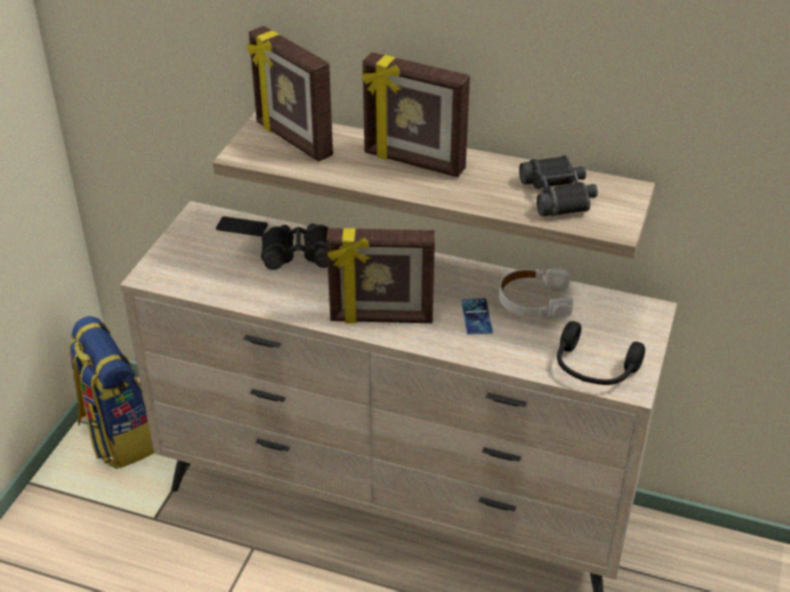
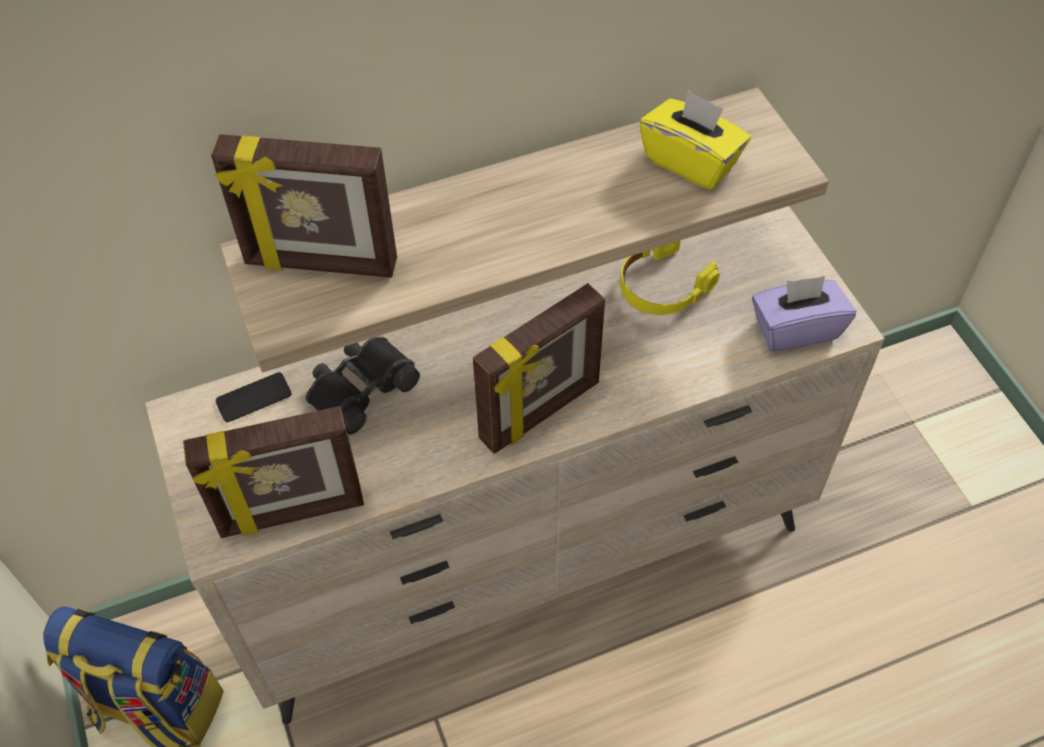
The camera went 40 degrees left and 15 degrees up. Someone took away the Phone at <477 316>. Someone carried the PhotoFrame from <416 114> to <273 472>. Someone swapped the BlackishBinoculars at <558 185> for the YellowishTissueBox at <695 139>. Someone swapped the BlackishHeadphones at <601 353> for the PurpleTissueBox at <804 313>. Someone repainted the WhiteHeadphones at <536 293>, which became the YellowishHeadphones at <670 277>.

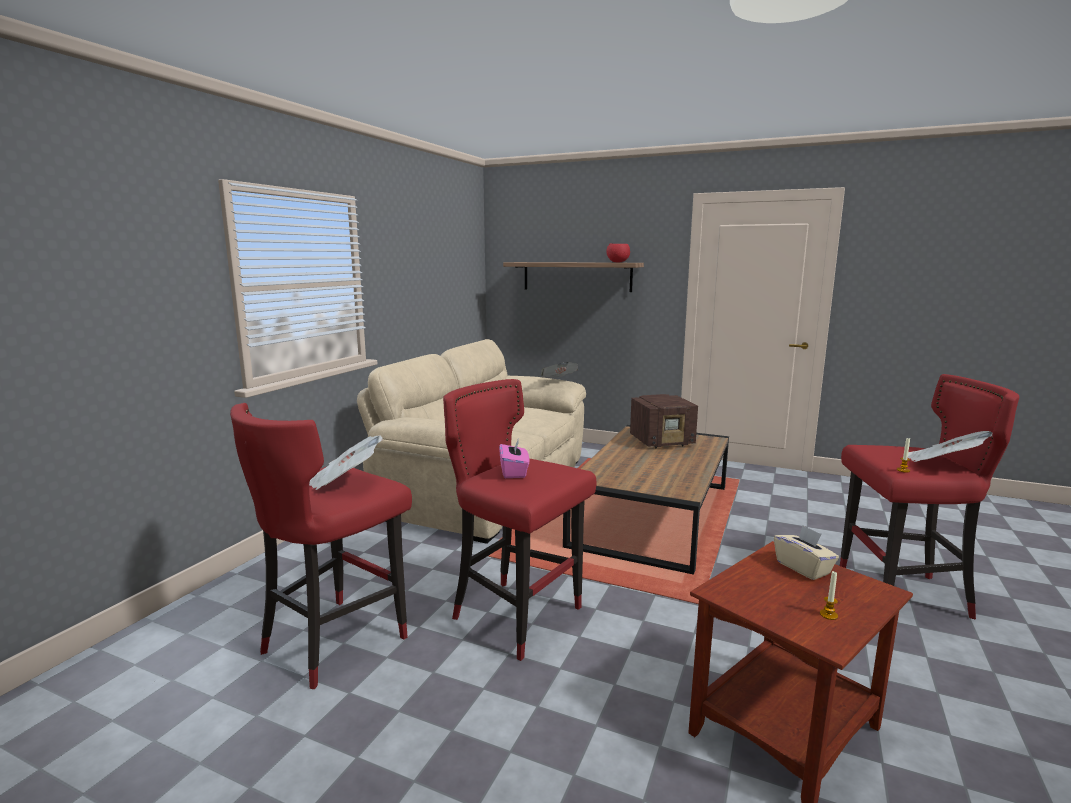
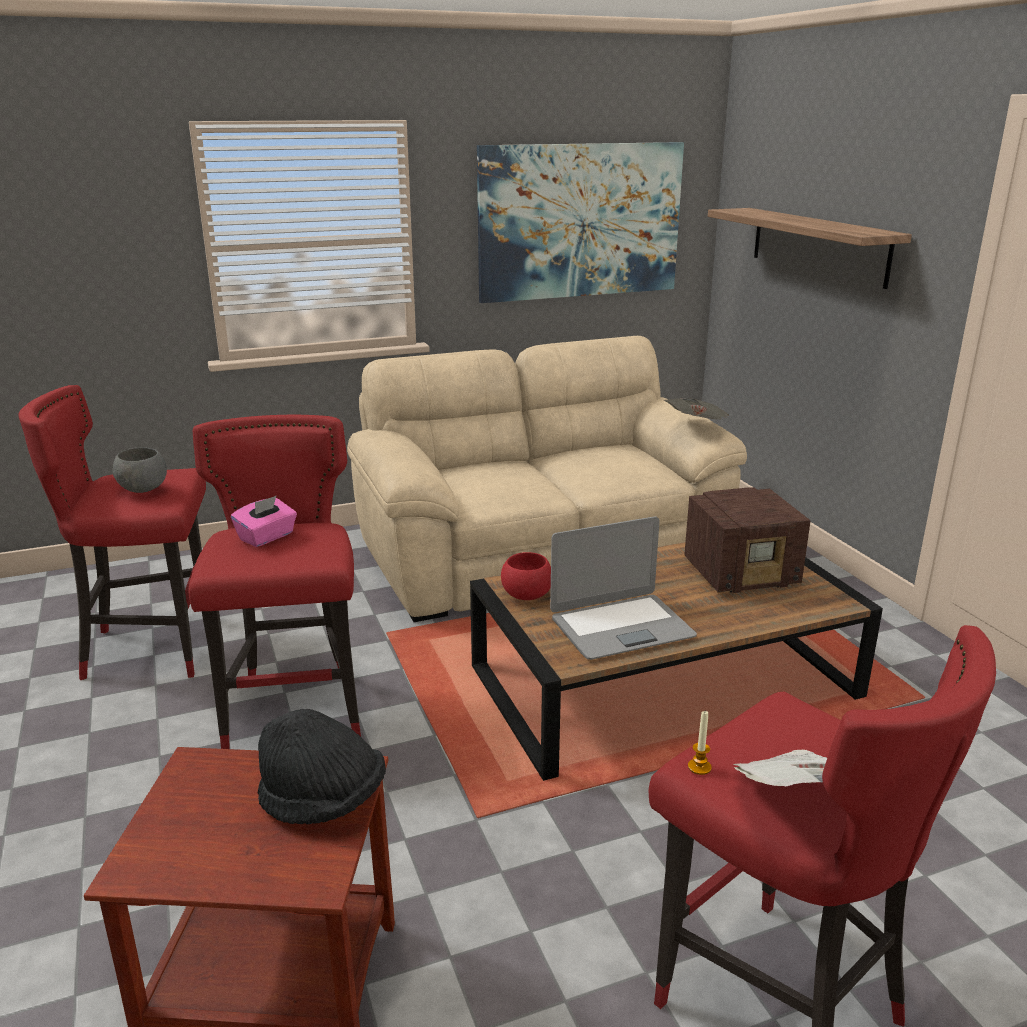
The camera went 45 degrees right and 10 degrees up. Someone took away the WaxLight at <829 595>. Someone put up the WallArt at <580 222>. Someone put down the Laptop at <623 588>. Someone carried the RedColouredDeepDish from <618 253> to <526 576>. Someone swapped the PrintedPaper at <346 462> for the GrayDeepDish at <139 470>. Someone swapped the BeigeColouredTissueBox at <806 552> for the BlackishHat at <322 766>. Someone rotated the Radio at <664 421> by 45 degrees counterclockwise.

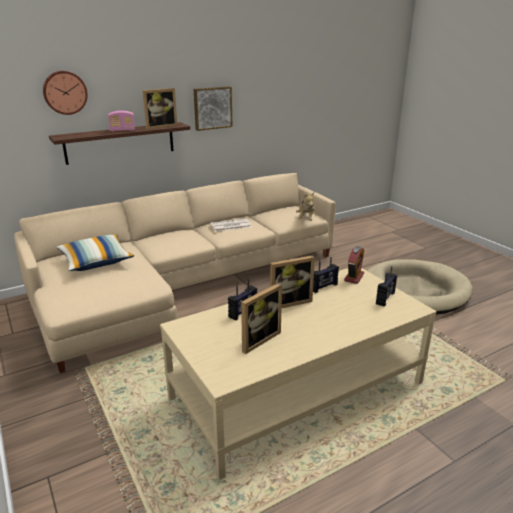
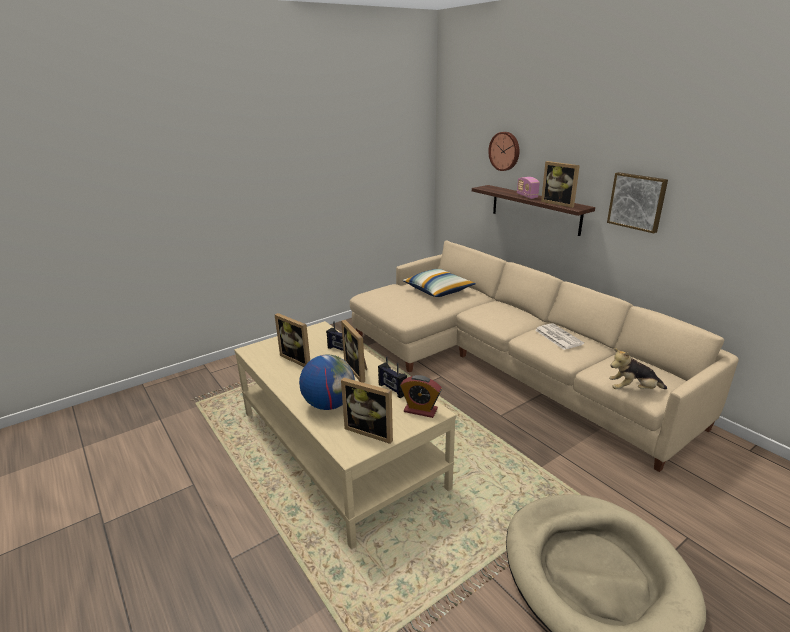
The camera went 85 degrees right and 0 degrees up. Someone put down the WorldGlobe at <327 382>. Someone swapped the Radio at <386 286> for the PhotoFrame at <367 411>.

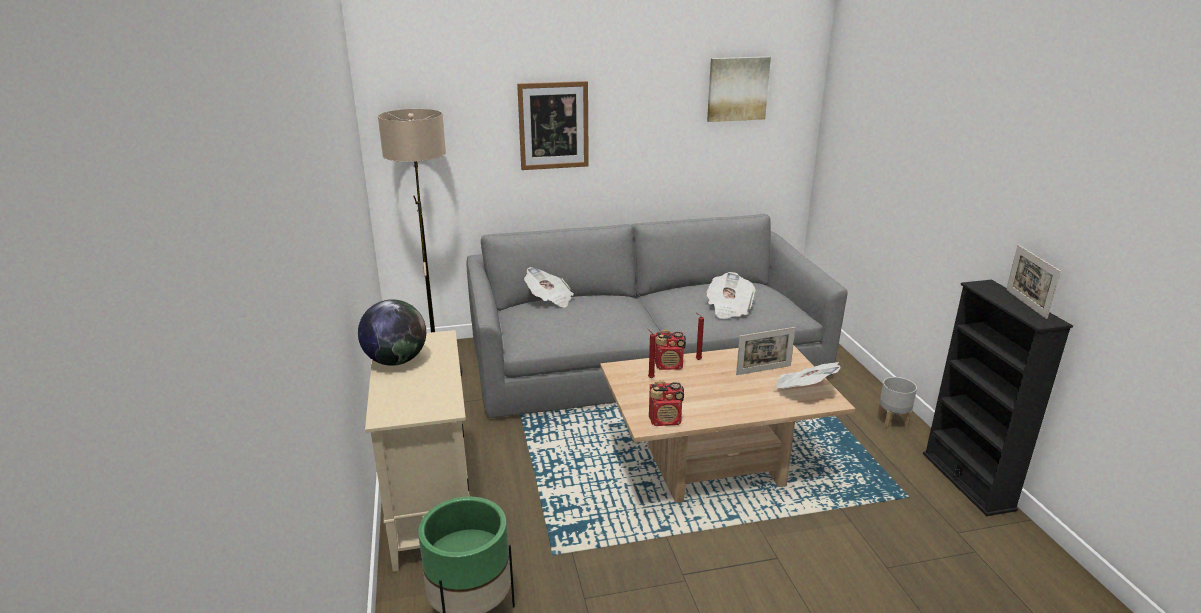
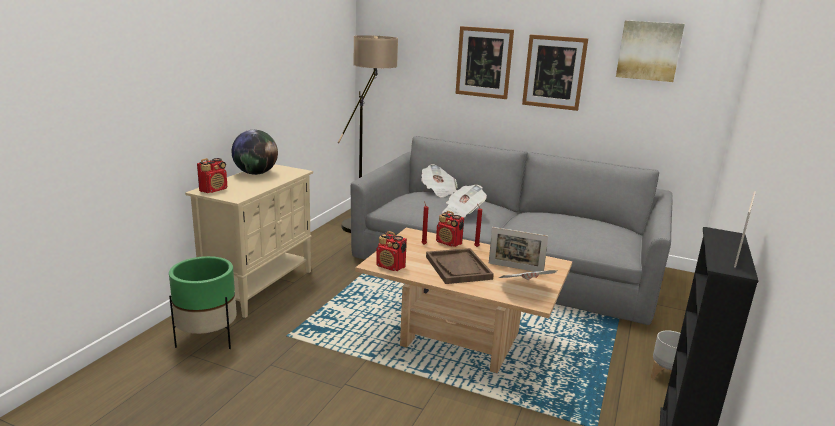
The camera went 35 degrees right and 5 degrees down. Someone put down the Radio at <212 175>. Someone put down the BrownColouredCarryingTray at <460 266>. Someone put up the WallArt at <555 72>. Someone carried the PrintedPaper from <731 295> to <464 201>.

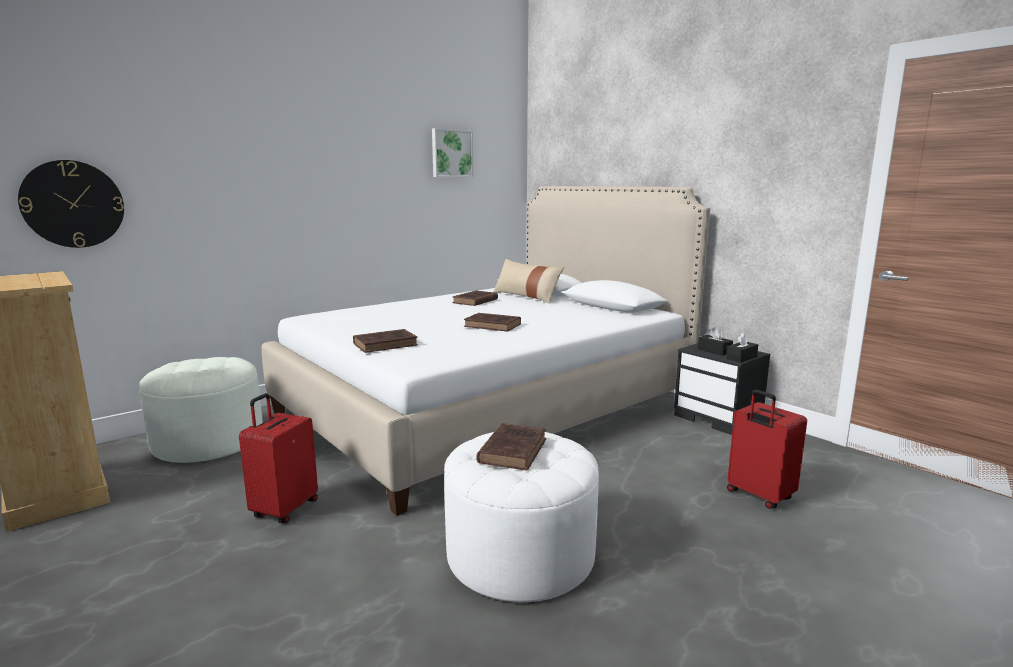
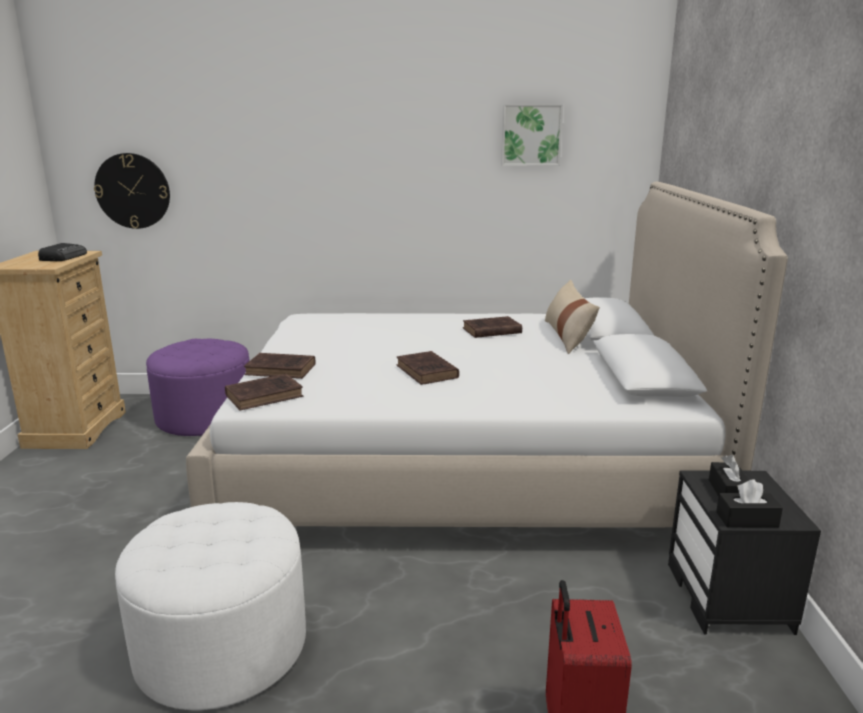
The camera went 40 degrees right and 5 degrees up. Someone took away the RedColouredTravelCase at <278 458>. Someone put down the Radio at <62 252>. Someone carried the BrownColouredVolume from <511 446> to <264 392>. Someone repainted the WhitePouffe at <201 410>, which became the PurplePouffe at <198 387>.

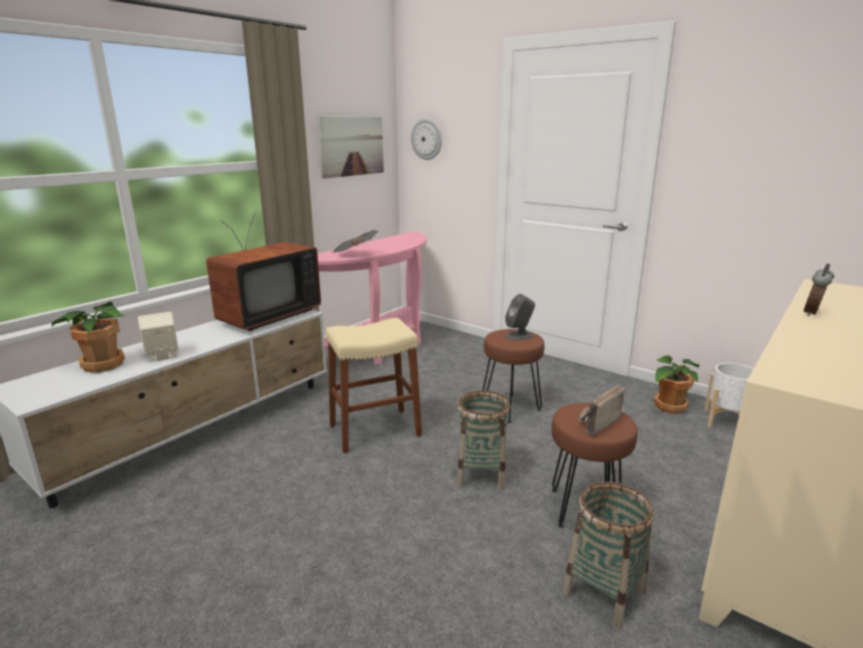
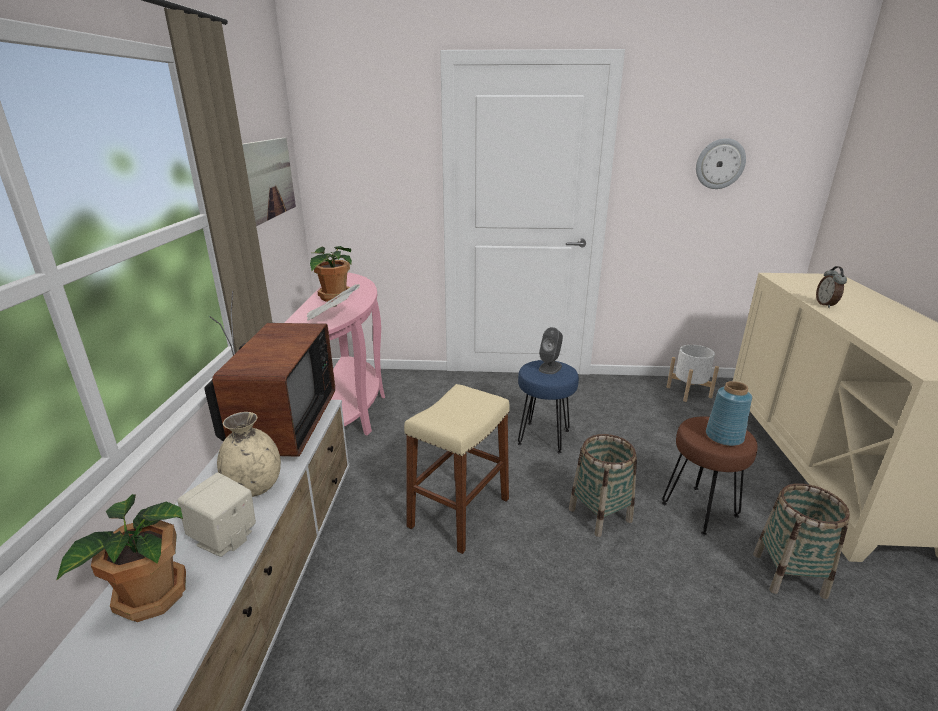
The camera went 35 degrees left and 5 degrees up. Someone put down the BeigeColouredDecorativeVase at <249 454>. Someone carried the HangingClock from <426 139> to <721 163>. Someone carried the PlantInAPot from <676 384> to <331 274>. Someone swapped the Radio at <602 410> for the BluishDecorativeVase at <729 413>. Someone repainted the BrownColouredSittingStool at <513 376>, which became the BluishSittingStool at <548 406>.

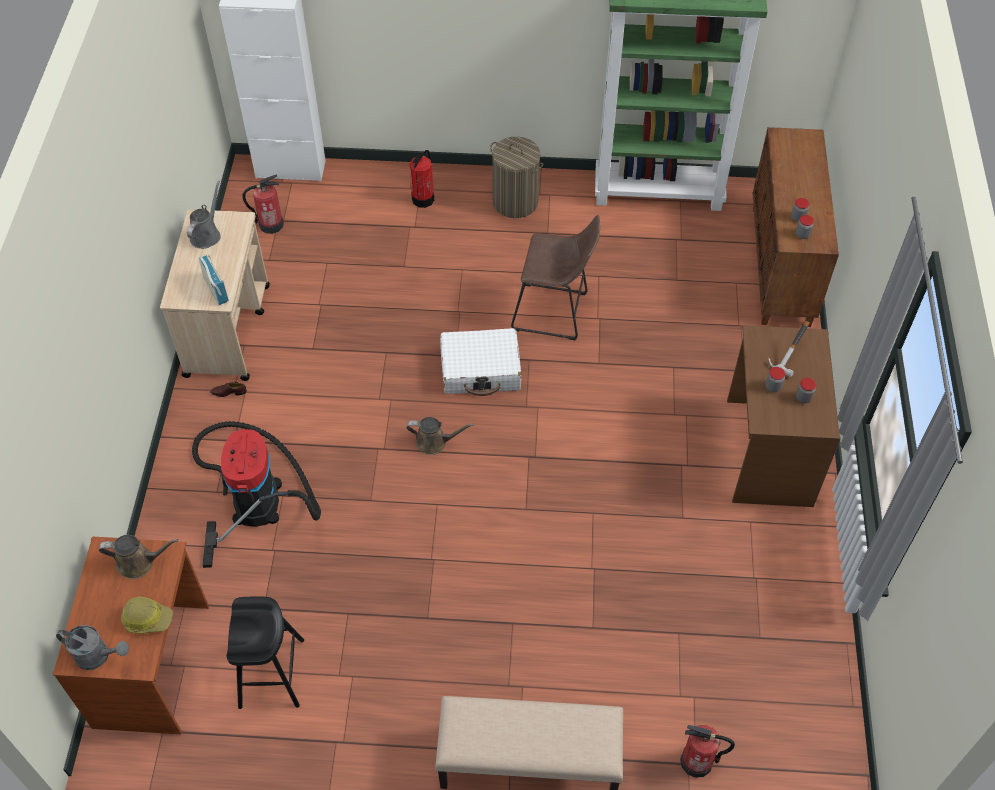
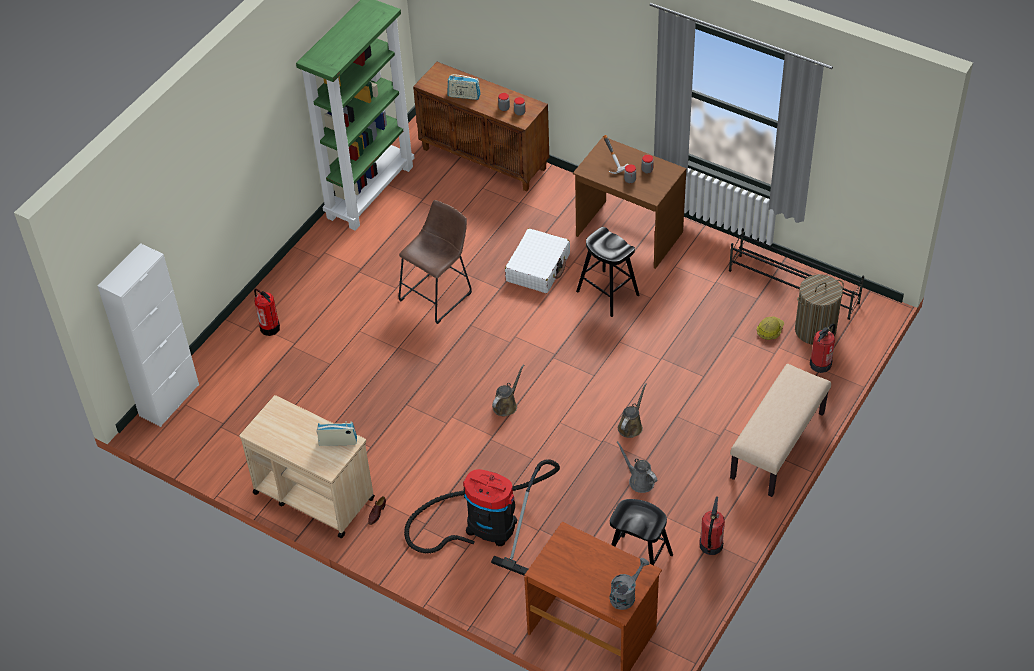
The camera went 60 degrees left and 5 degrees down. Someone put down the Radio at <464 87>. Someone put down the BlackishSittingStool at <607 272>. Someone put down the BlackishShoeStand at <796 274>. Someone carried the BrownColouredWateringCan from <138 557> to <632 410>. Someone carried the WorkHelmet from <147 615> to <770 328>. Someone carried the GrayWateringCan from <204 215> to <637 467>. Someone carried the Extinguisher from <263 204> to <712 525>. Someone carried the WhiteTravelCase from <480 362> to <537 260>. Someone carried the WashingBasket from <516 177> to <819 309>.

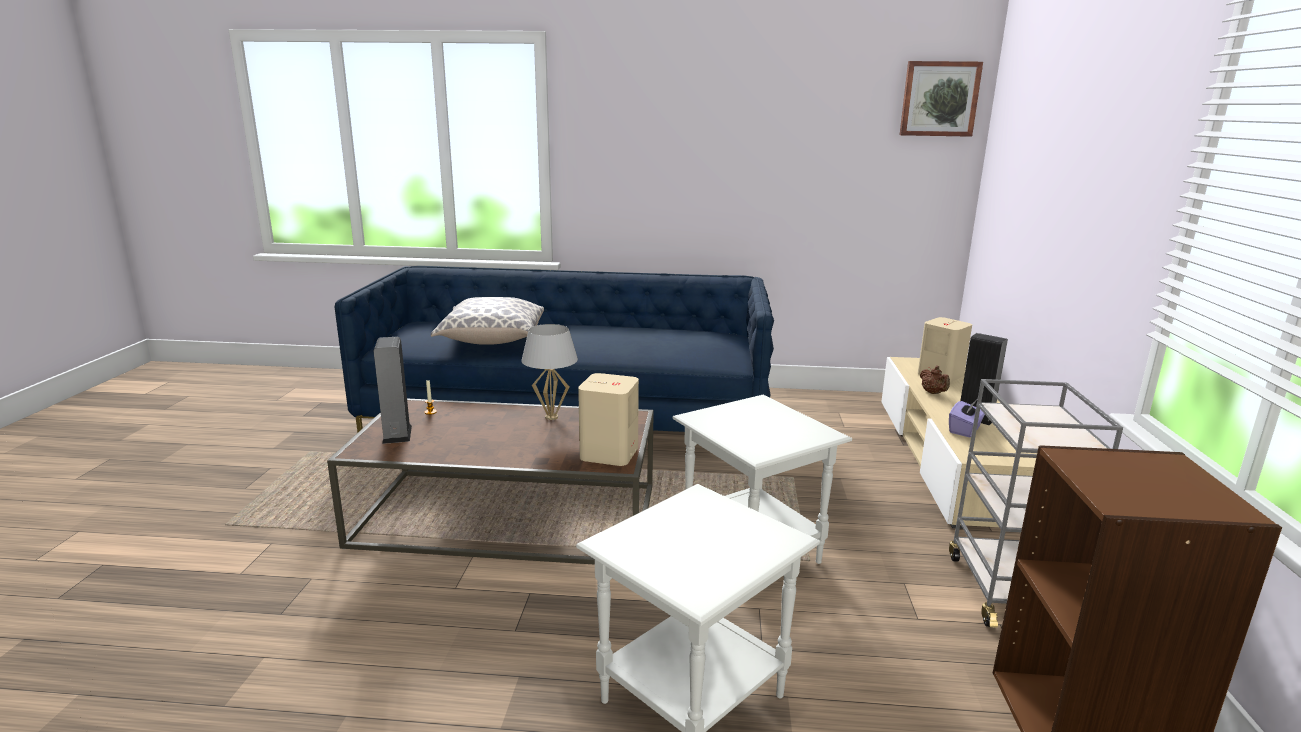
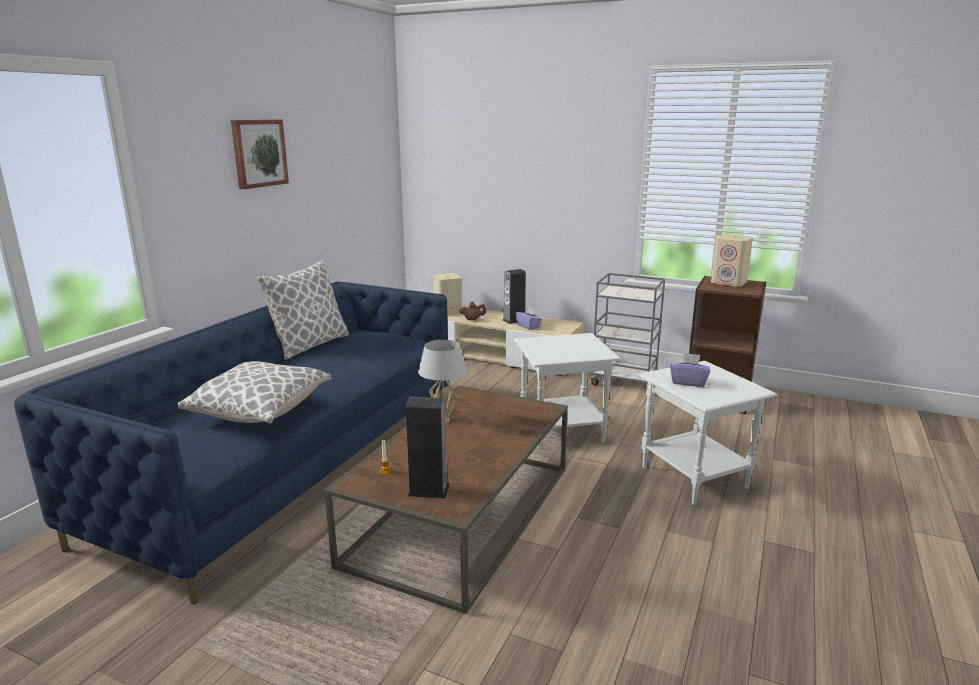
The camera went 70 degrees left and 0 degrees up. Someone put down the ThrowPillow at <303 310>. Someone put down the PurpleTissueBox at <690 370>. Someone carried the BeigeColouredLoudspeaker from <608 419> to <732 260>. Someone carried the WallArt from <941 99> to <260 154>.

